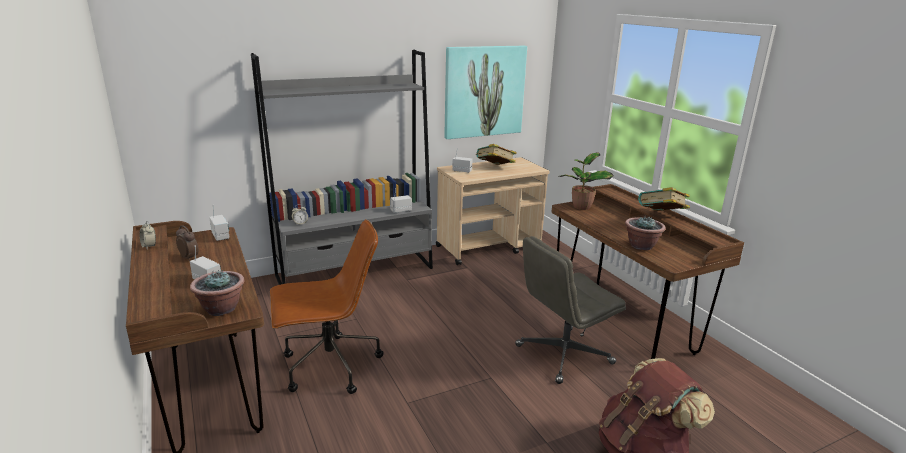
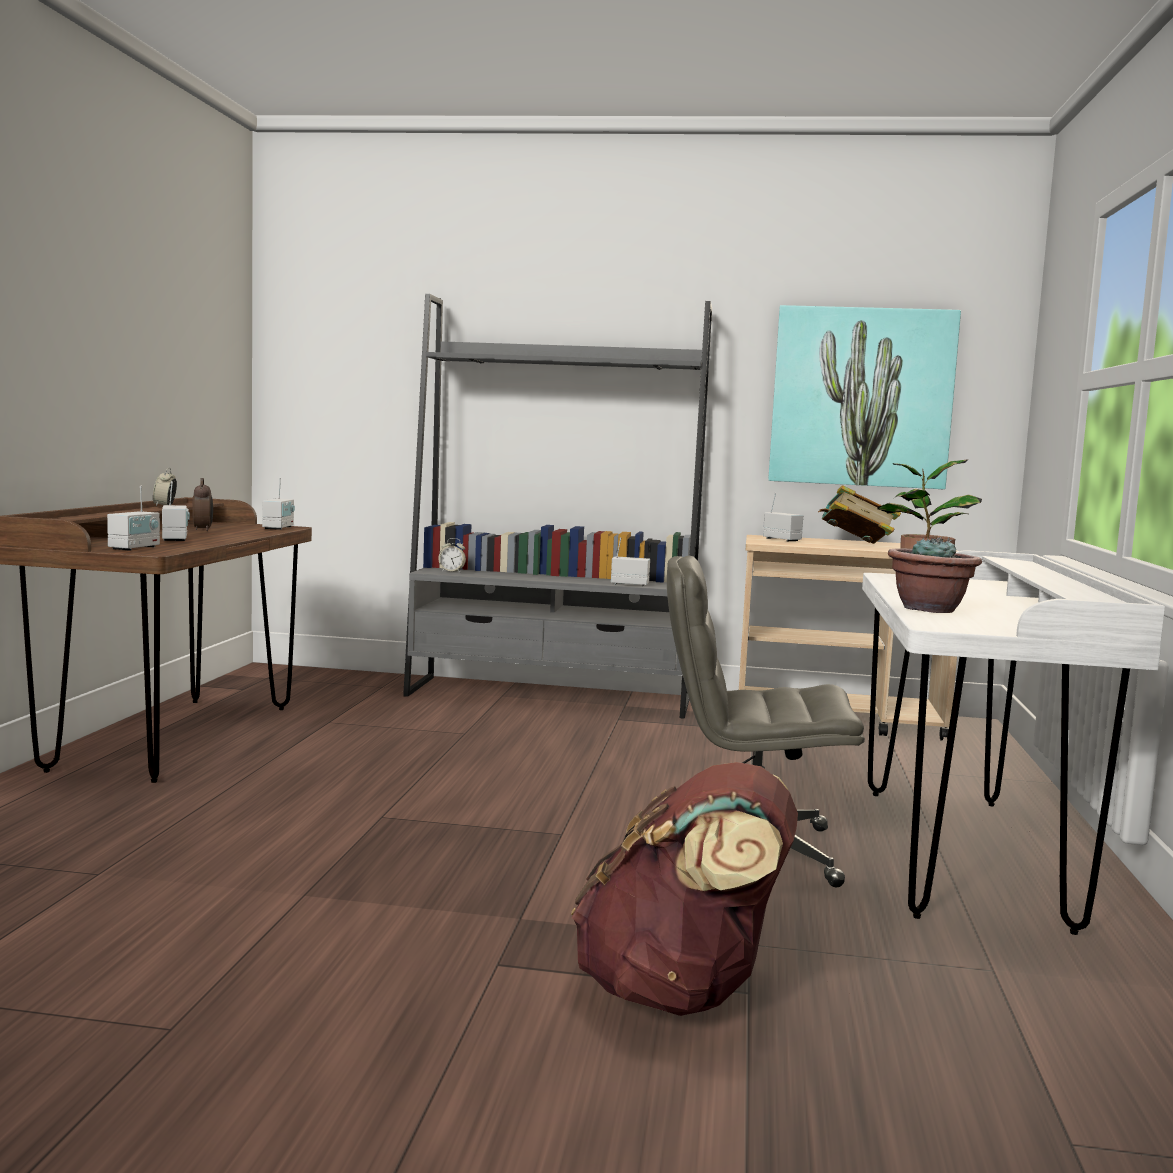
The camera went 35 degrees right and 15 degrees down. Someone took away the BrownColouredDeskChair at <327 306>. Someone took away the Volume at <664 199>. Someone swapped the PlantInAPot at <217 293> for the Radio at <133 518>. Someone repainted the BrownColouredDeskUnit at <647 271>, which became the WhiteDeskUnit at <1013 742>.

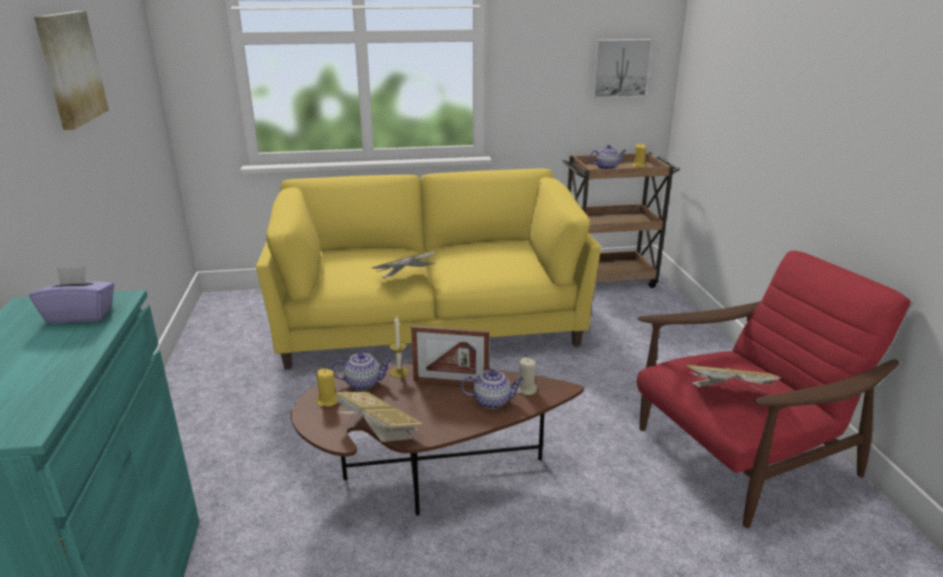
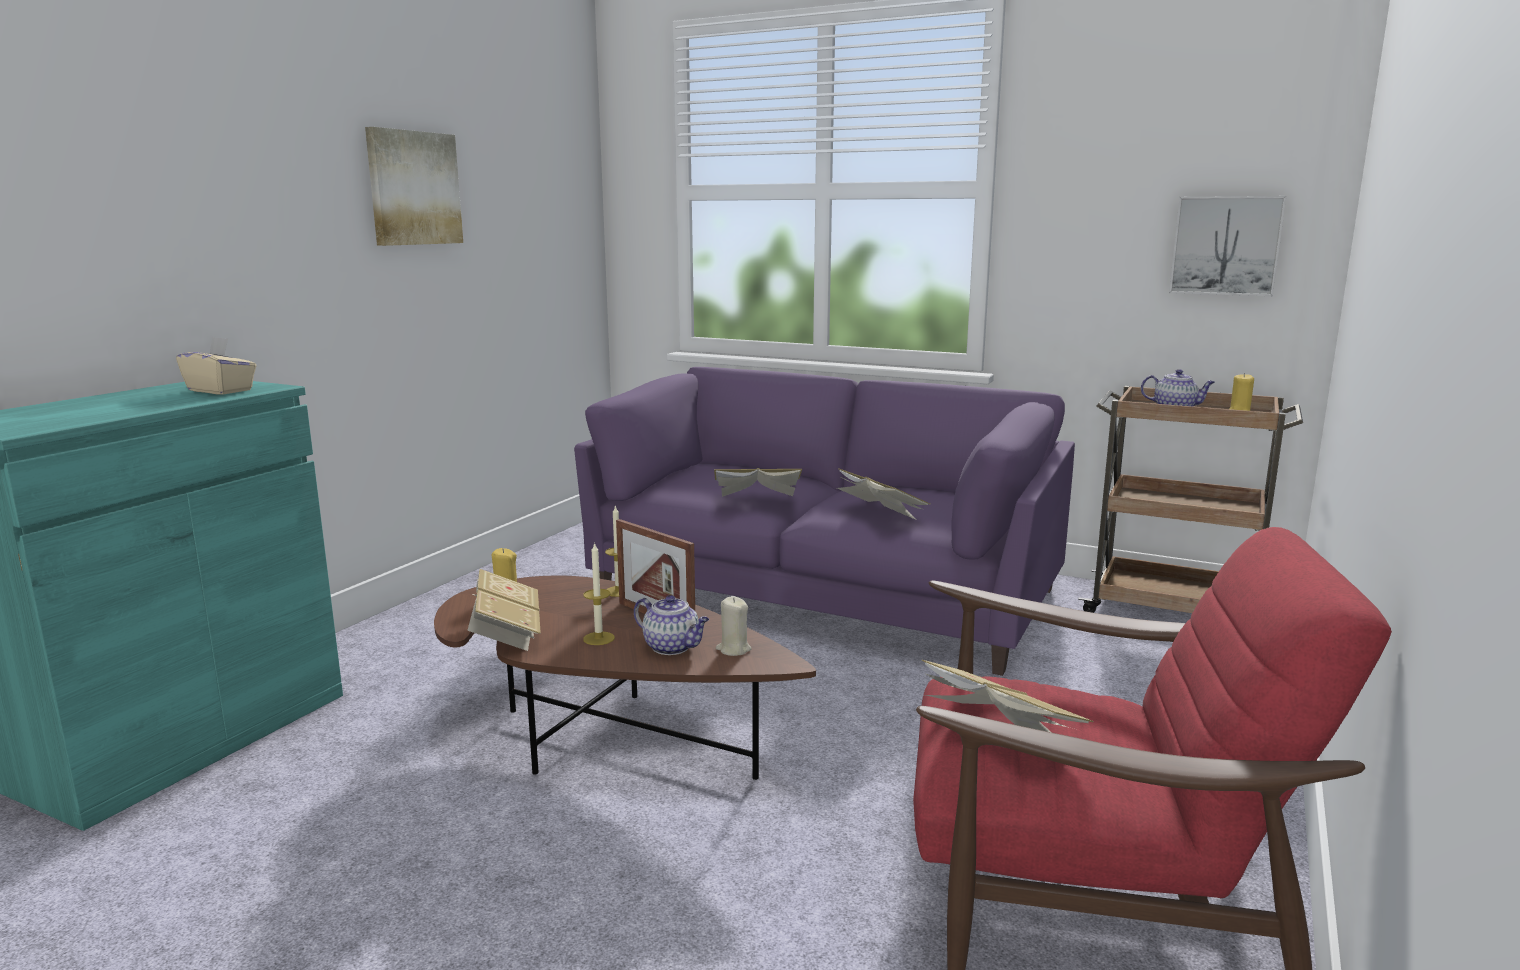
The camera went 35 degrees right and 10 degrees down. Someone took away the PotForTea at <361 371>. Someone put down the WaxLight at <599 593>. Someone put down the Volume at <884 494>. Someone repainted the PurpleTissueBox at <71 295>, which became the BeigeColouredTissueBox at <216 366>. Someone repainted the YellowishCouch at <428 268>, which became the PurpleCouch at <824 521>.

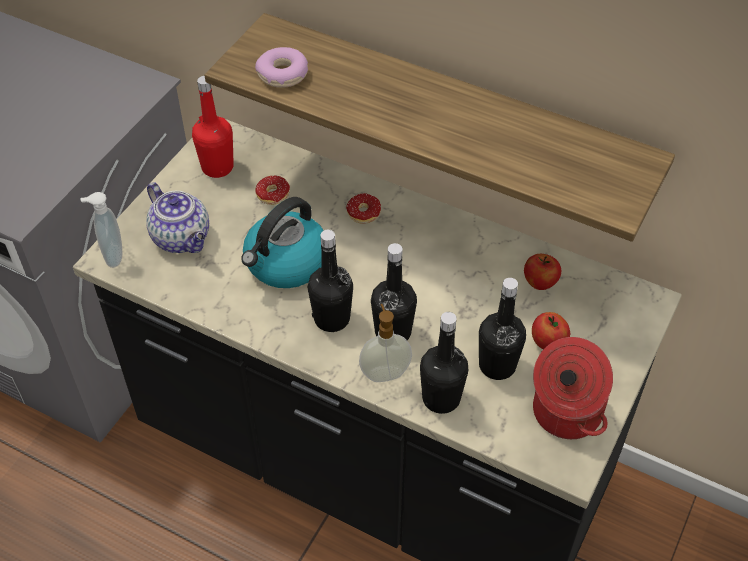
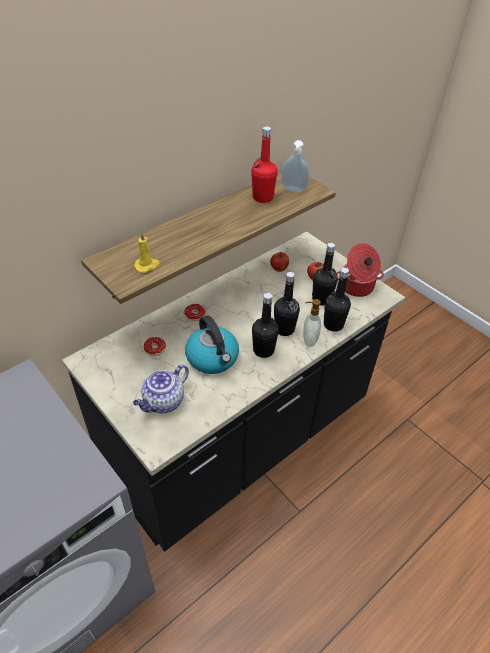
The camera went 70 degrees left and 5 degrees down. Someone carried the LiquidSoapBottle from <101 230> to <295 166>. Someone carried the RedColouredDrinkBottle from <213 127> to <264 165>. Someone swapped the Donut at <281 67> for the YellowishWaxLight at <147 253>. Someone rotated the PotForTea at <177 217> by 150 degrees clockwise.

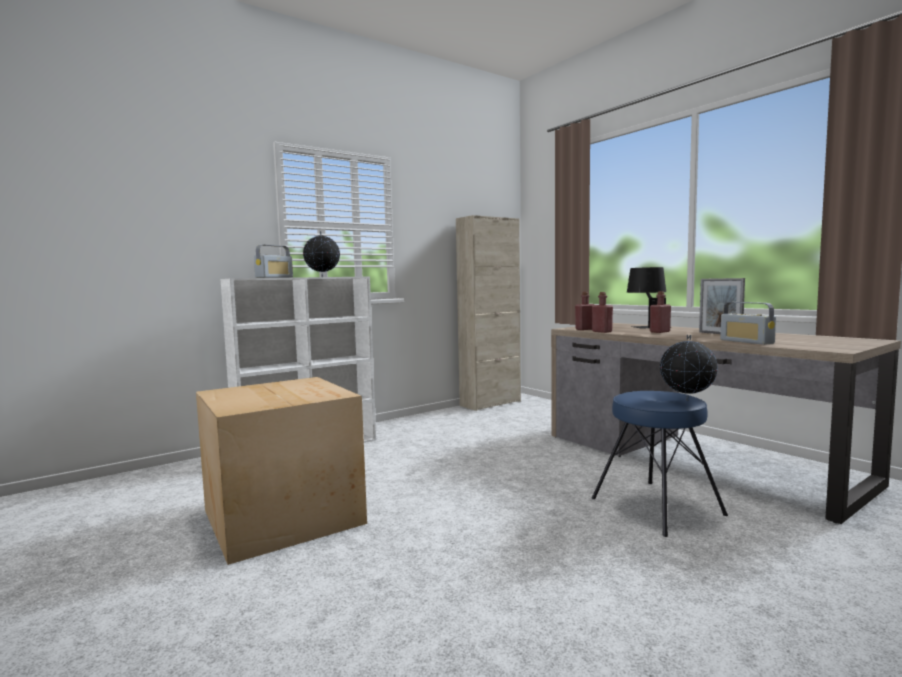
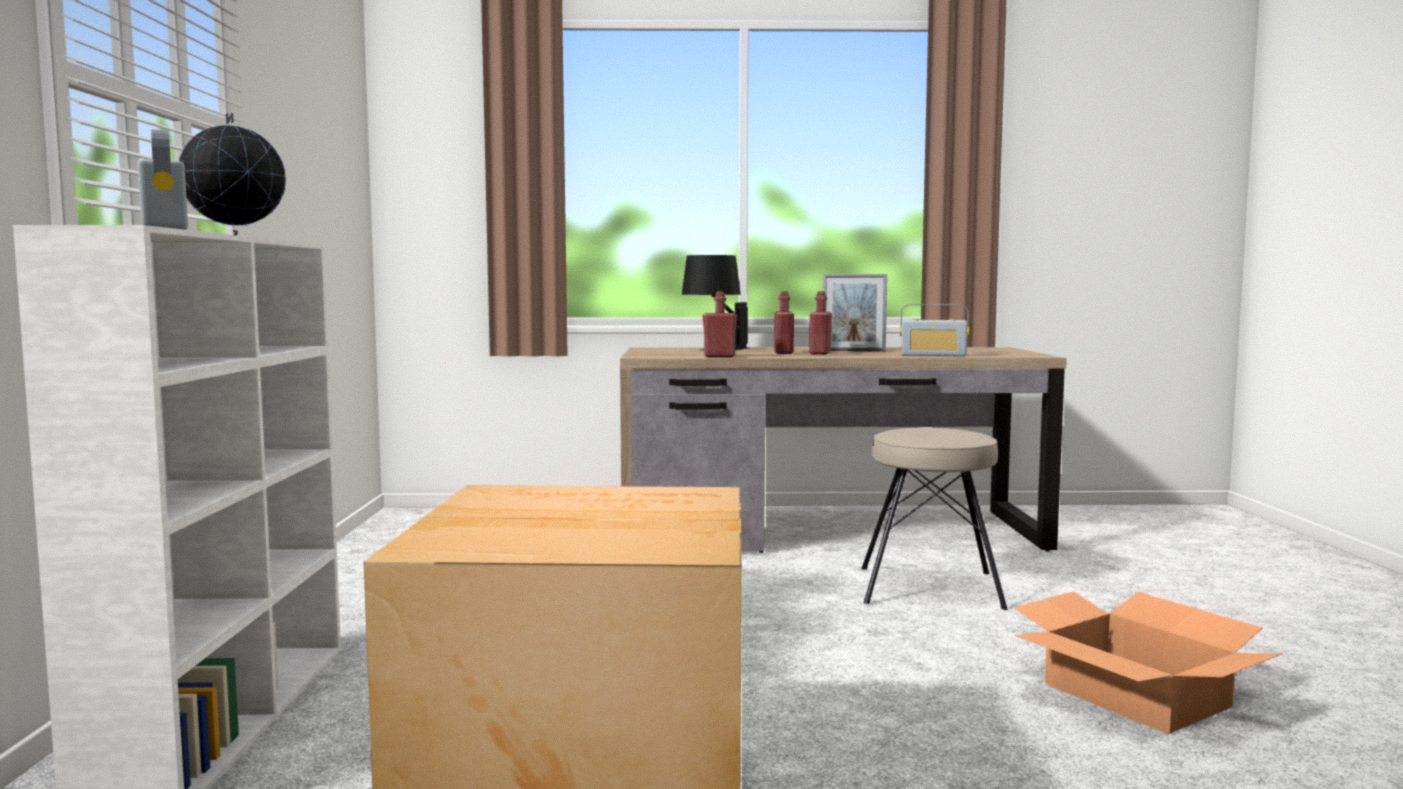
The camera went 55 degrees left and 0 degrees up. Someone took away the BeigeColouredStorageCabinet at <488 313>. Someone took away the WorldGlobe at <689 368>. Someone put down the CardboardBox at <1148 662>. Someone carried the RedColouredDrinkBottle from <584 311> to <820 323>. Someone repainted the BluishSittingStool at <659 464>, which became the BeigeColouredSittingStool at <934 518>.

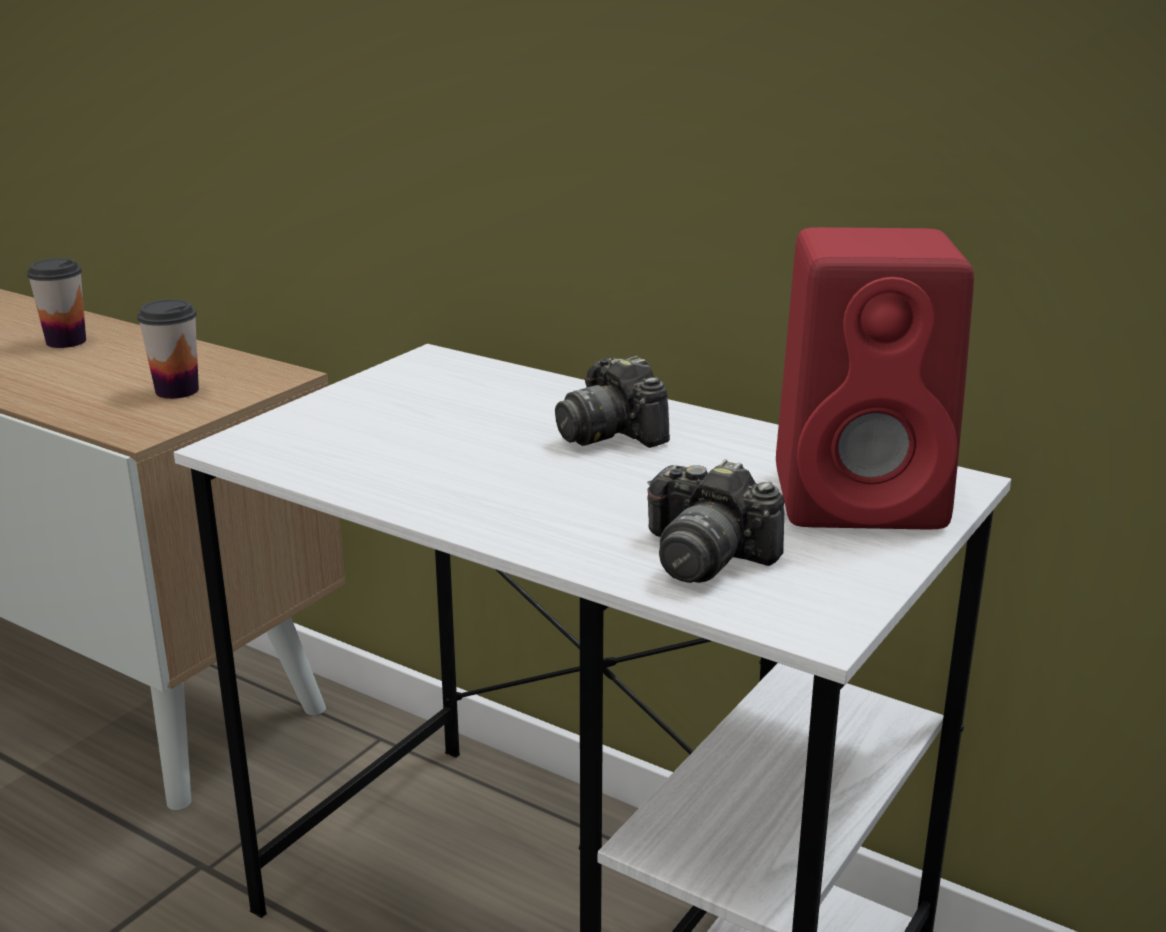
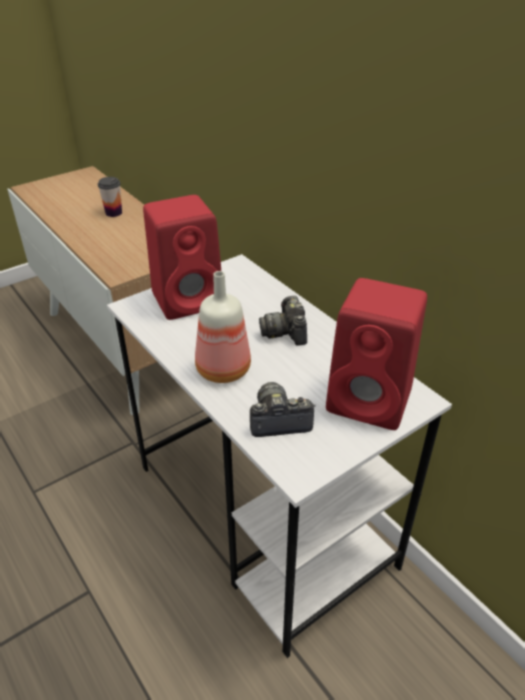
The camera went 20 degrees right and 15 degrees up. Someone took away the Cup at <168 349>. Someone put down the RedColouredLoudspeaker at <182 257>. Someone put down the DrinkBottle at <223 327>. Someone rotated the StillCamera at <716 521> by 120 degrees clockwise.

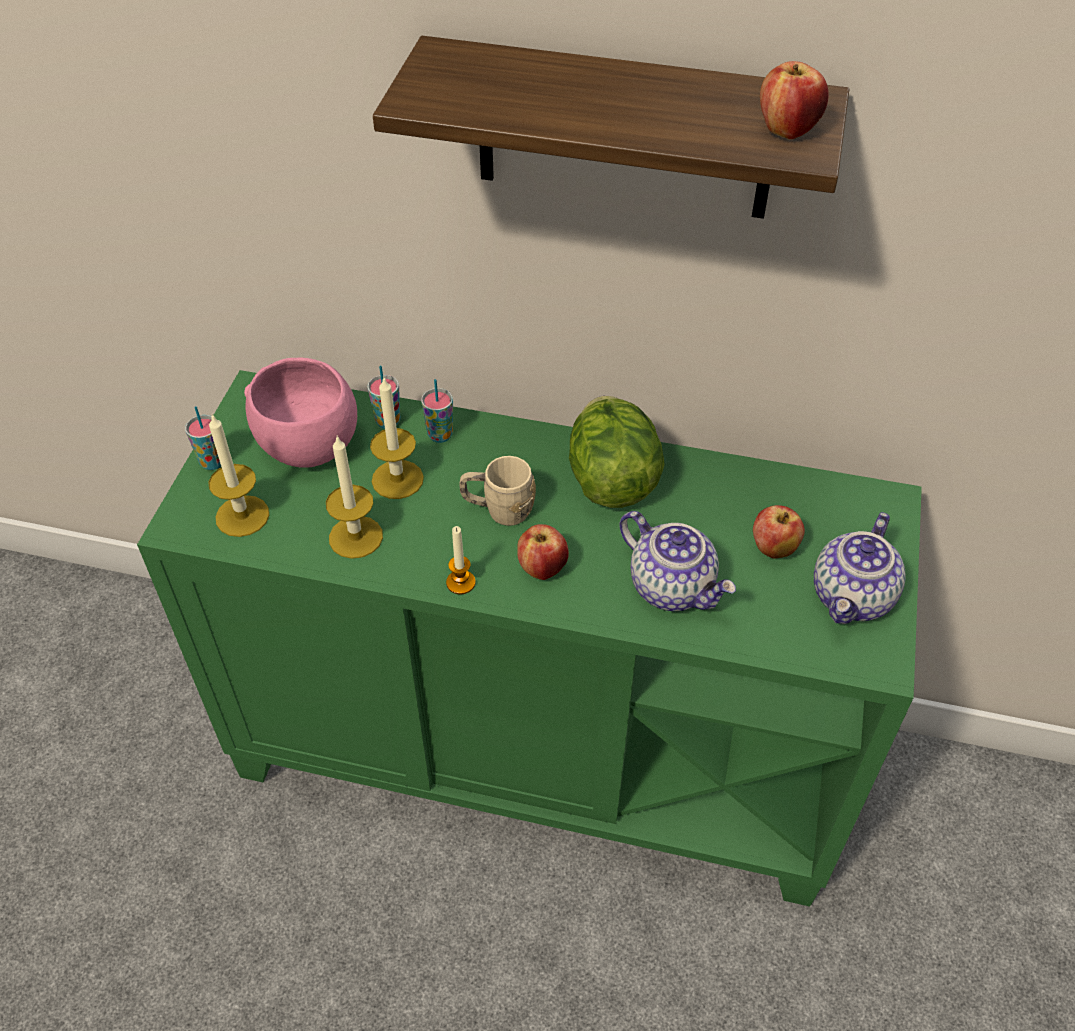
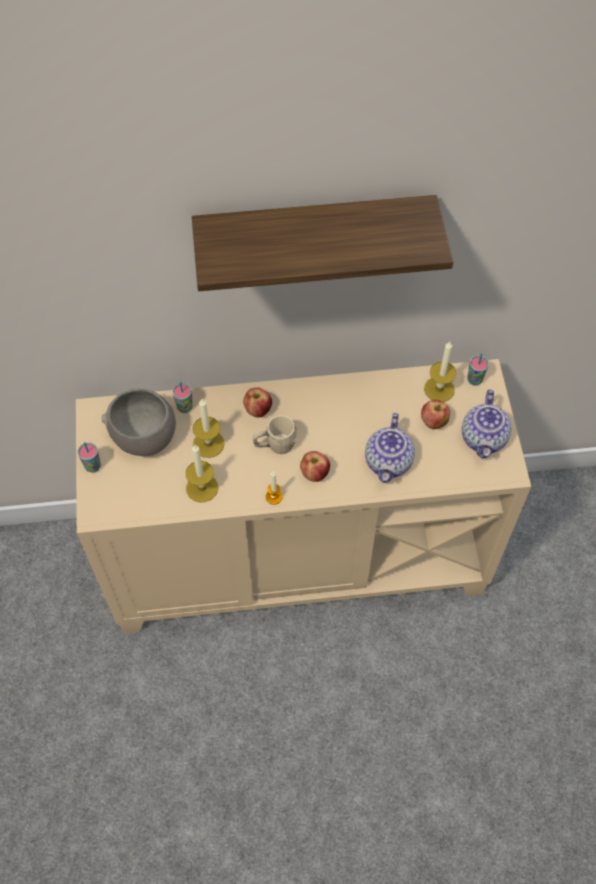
The camera went 20 degrees left and 10 degrees up. Someone took away the HeadOfLettuce at <617 452>. Someone carried the WaxLight from <238 475> to <440 371>. Someone carried the Cup from <437 411> to <478 369>. Someone carried the Apple from <794 100> to <257 402>. Someone repainted the GreenishStorageCabinet at <529 638>, which became the BeigeColouredStorageCabinet at <303 496>. Someone repainted the PinkColouredDeepDish at <300 413>, which became the GrayDeepDish at <139 422>. Someone rotated the PotForTea at <677 561> by 75 degrees clockwise.

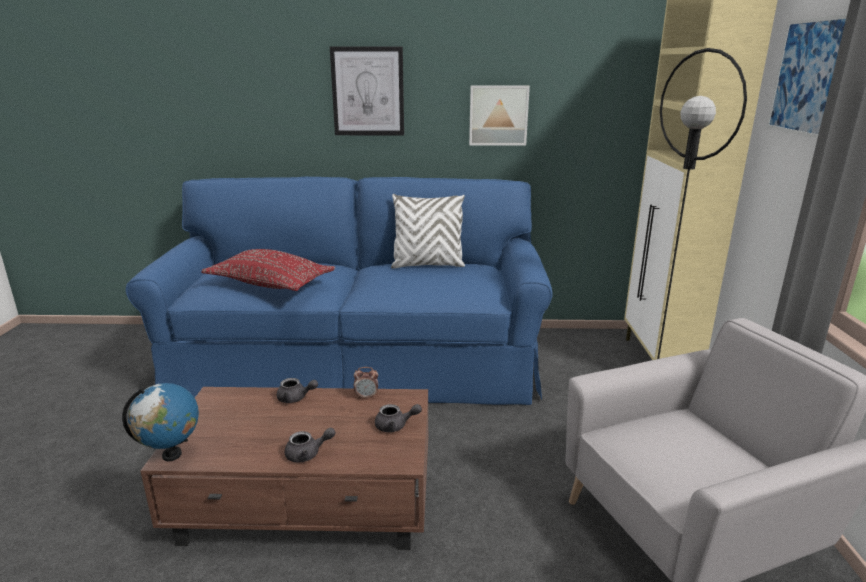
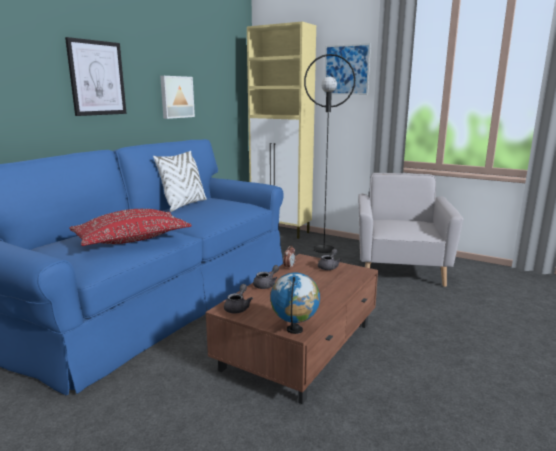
The camera went 60 degrees left and 5 degrees down. Someone carried the GrayPotForTea from <310 445> to <238 298>.

